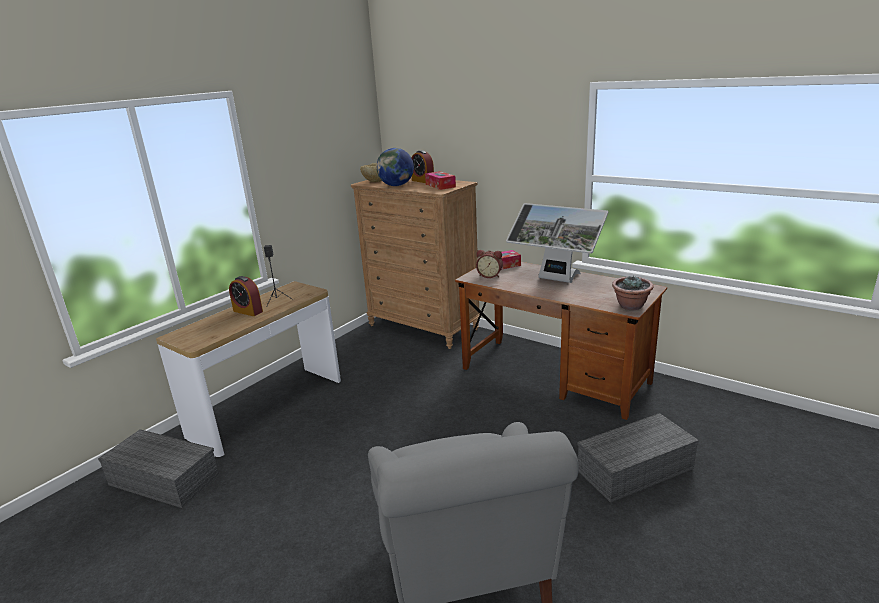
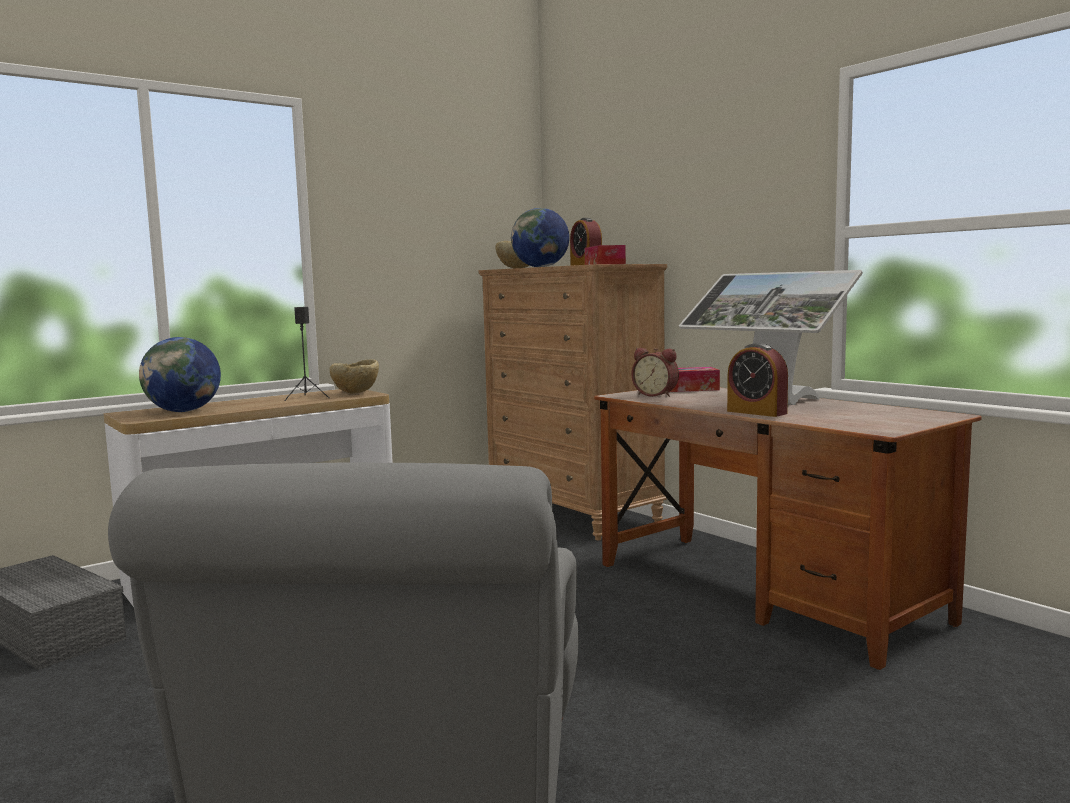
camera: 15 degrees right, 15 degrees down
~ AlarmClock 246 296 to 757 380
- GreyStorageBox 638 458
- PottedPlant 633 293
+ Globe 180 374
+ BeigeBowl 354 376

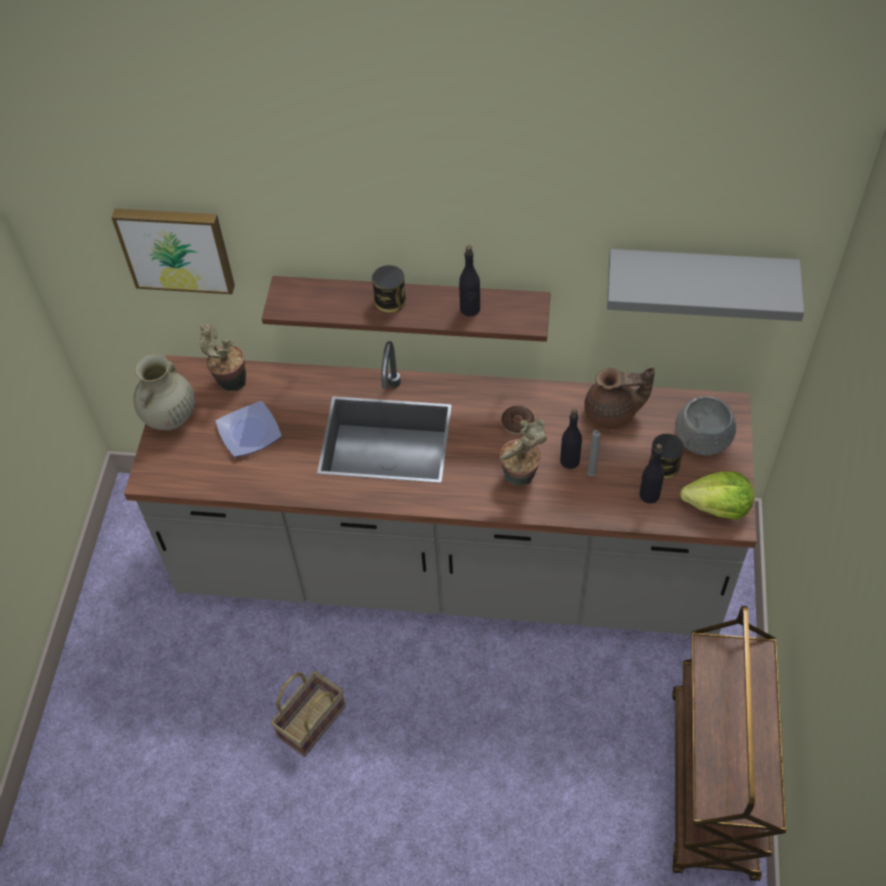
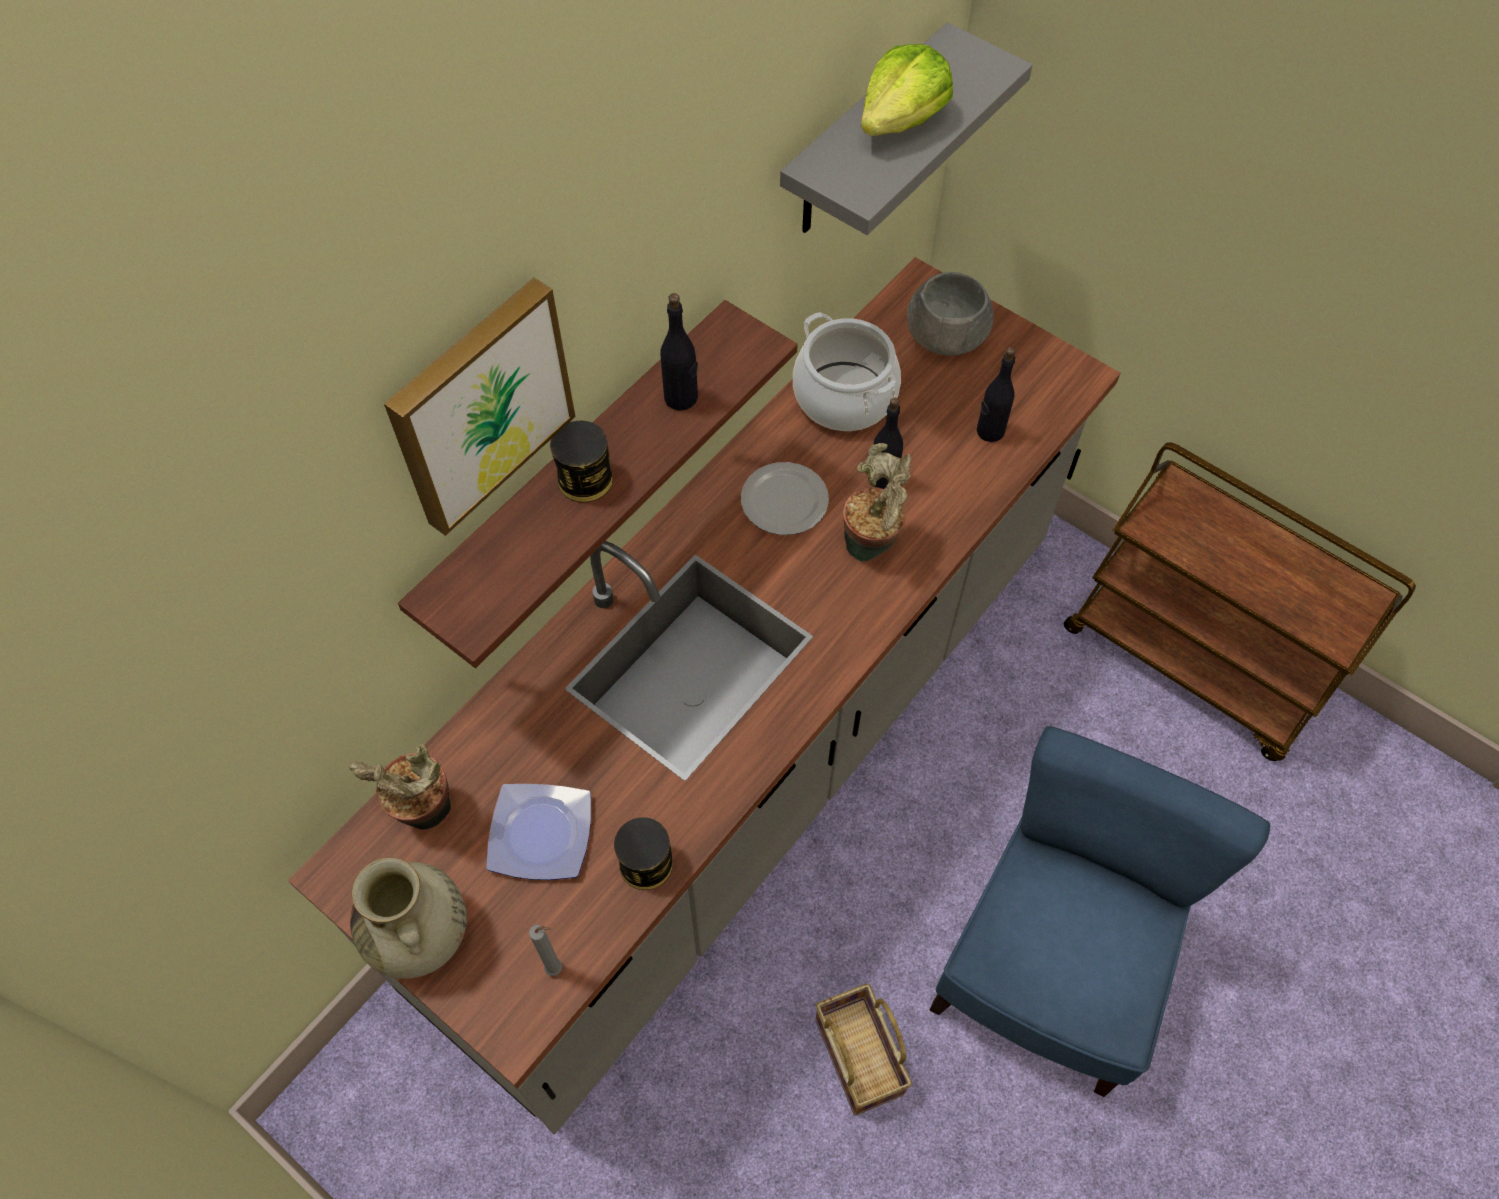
camera: 60 degrees left, 5 degrees up
~ Picture 173 251 to 480 407
~ Donut 517 420 to Plate 785 498
~ BrownTeapot 619 398 to CookingPot 847 371
~ GreyCandle 594 453 to 545 950
~ Can 666 456 to 643 853
~ Lettuce 717 495 to 907 90
+ BlueChair 1100 911

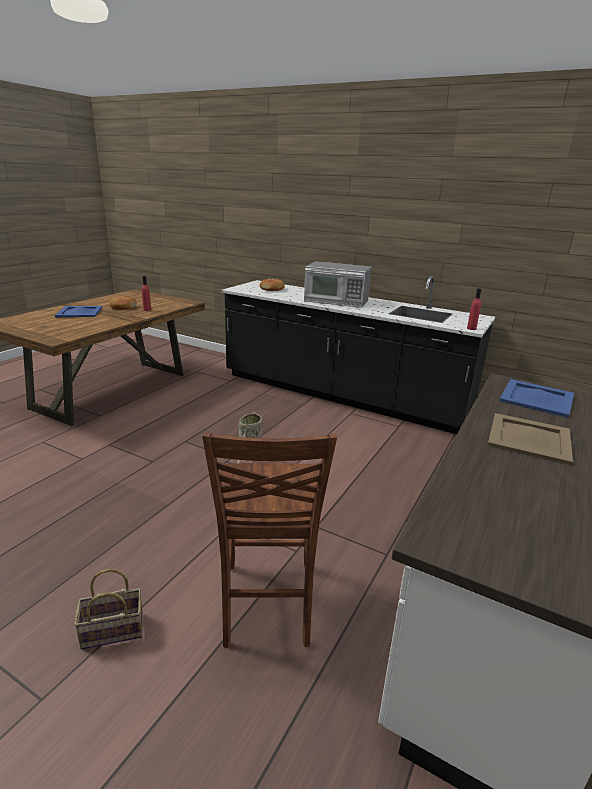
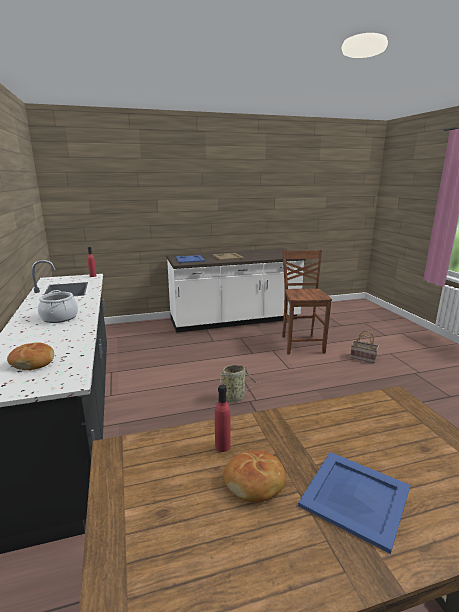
camera: 135 degrees left, 5 degrees down
~ BrownChair 269 540 = 307 302 45 degrees counterclockwise
~ Microwave 338 284 to CookingPot 58 306

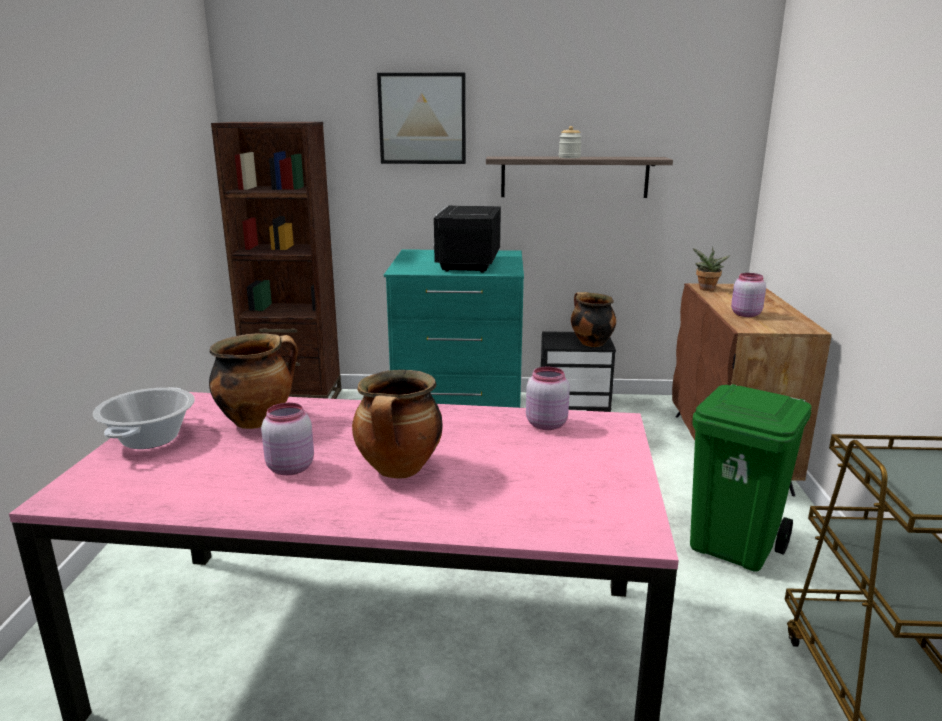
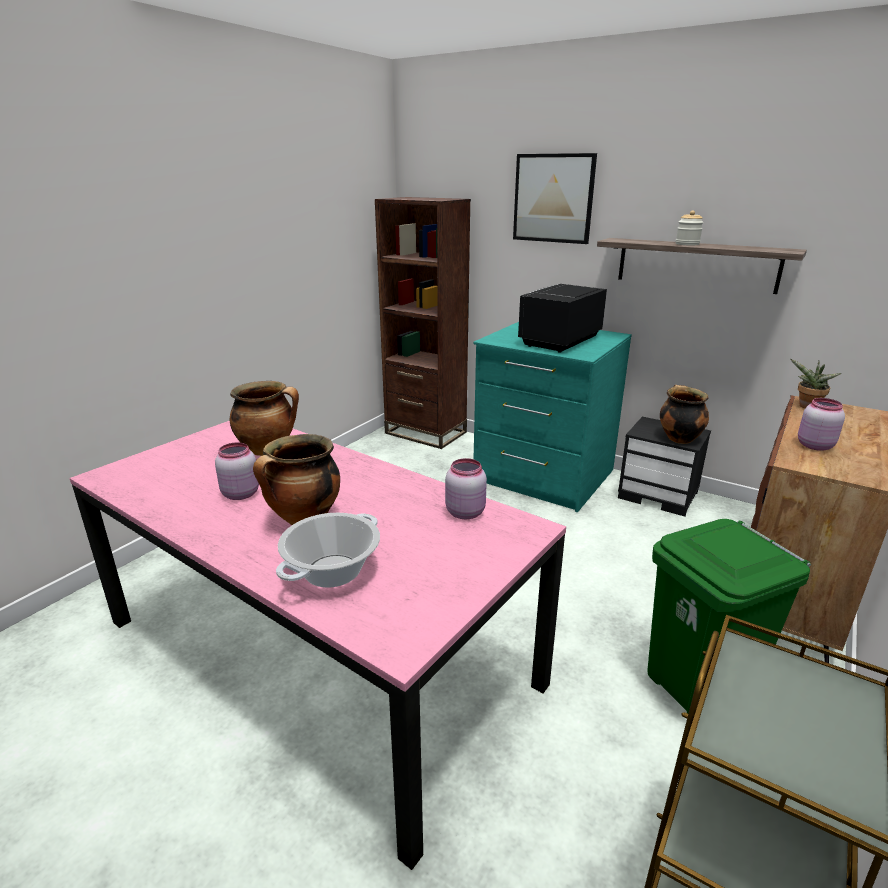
camera: 30 degrees right, 5 degrees up
~ CookingPot 144 418 to 328 550

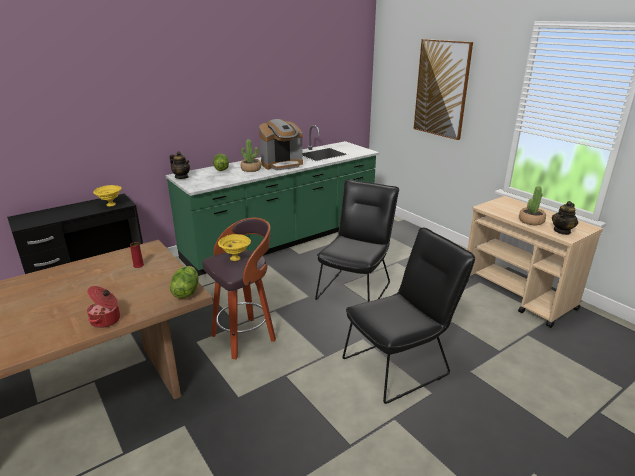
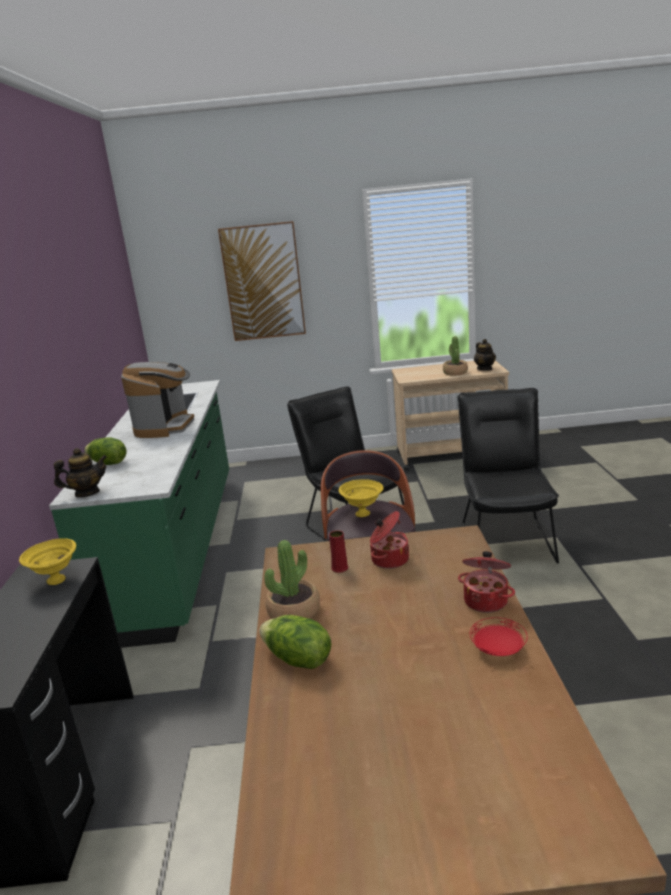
camera: 55 degrees left, 5 degrees down
~ Lettuce 184 282 to 295 642
~ PottedPlant 251 155 to 292 579
+ CookingPot 389 540
+ RedPlate 499 636

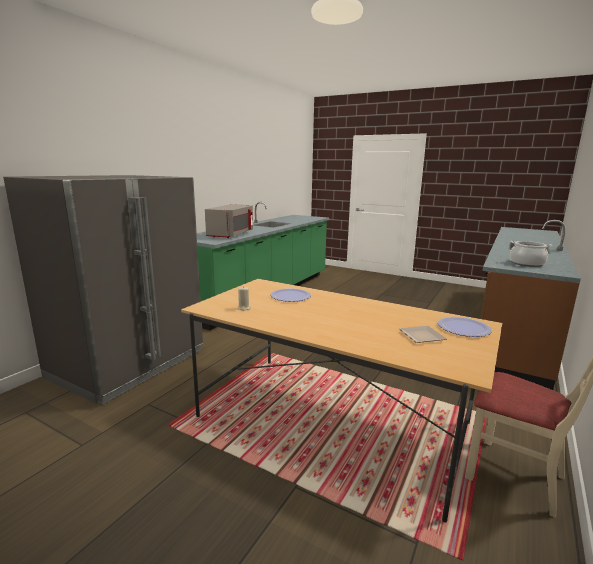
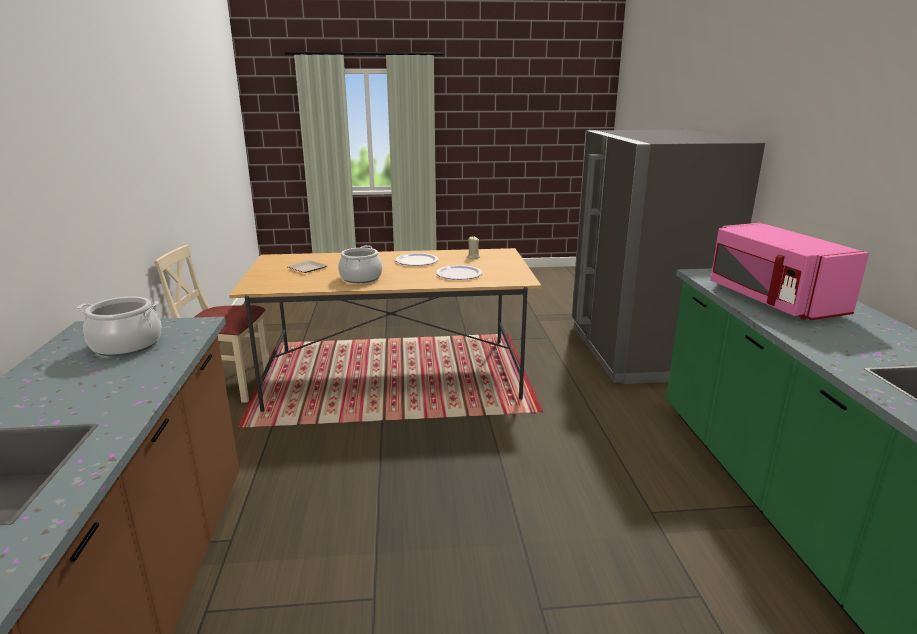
camera: 145 degrees right, 5 degrees up
~ GreyMicrowave 229 221 to PinkMicrowave 790 271
~ Plate 465 327 to 417 259
+ CookingPot 360 264

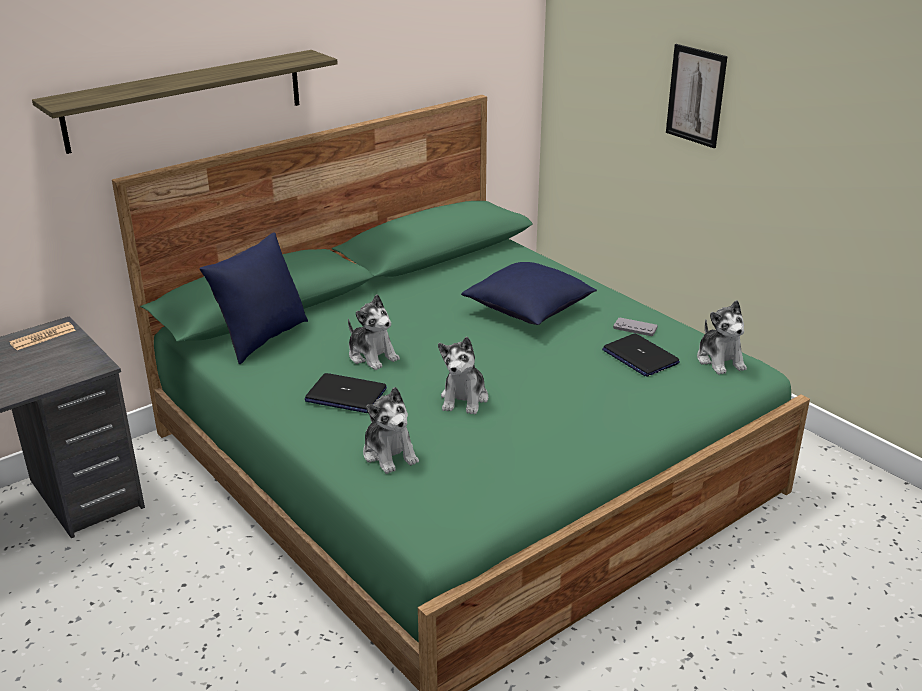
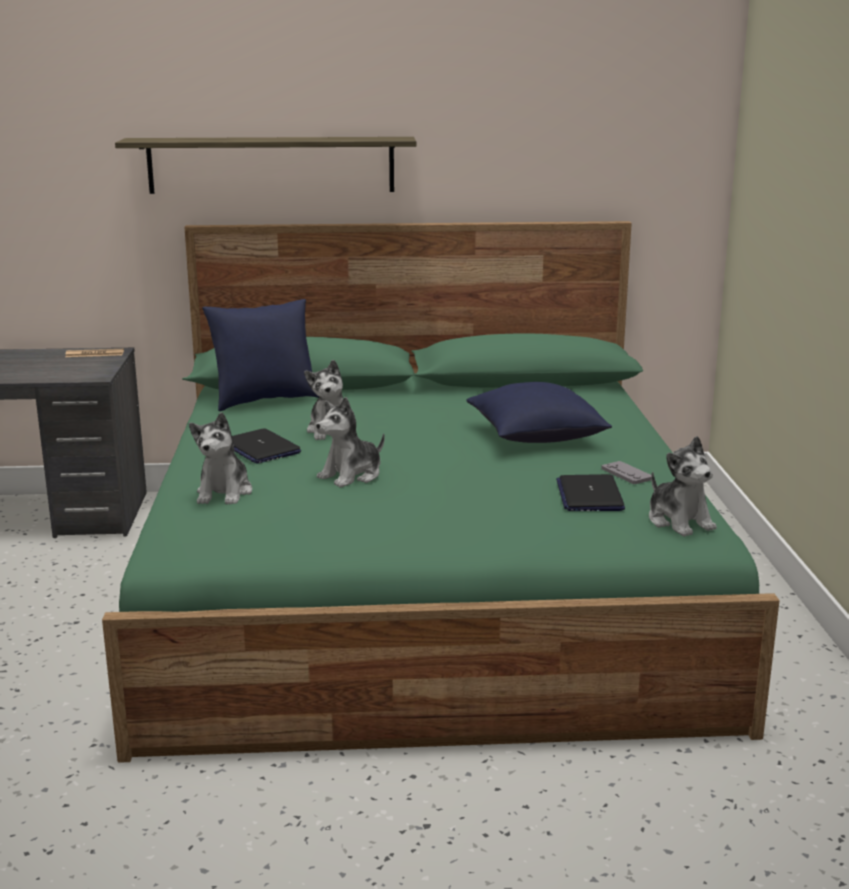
camera: 35 degrees right, 10 degrees down
- Picture 697 96
~ PlushToy 722 337 = 683 486 45 degrees counterclockwise

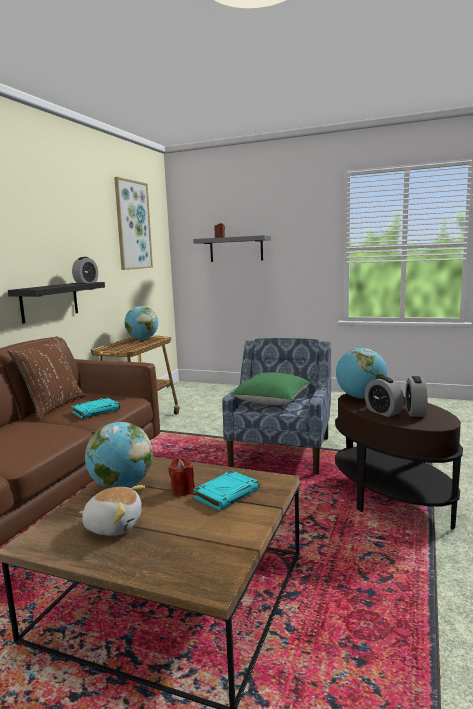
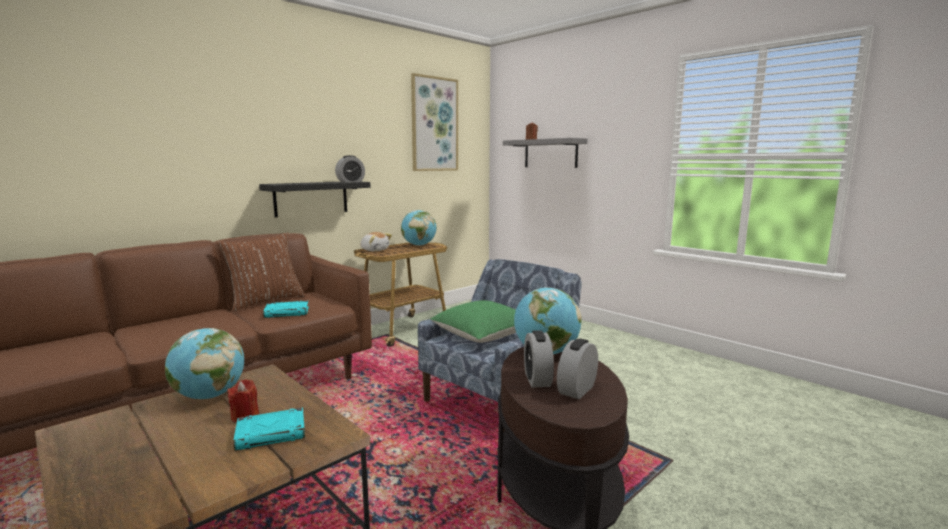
camera: 25 degrees right, 0 degrees up
~ PlushToy 112 510 to 376 241

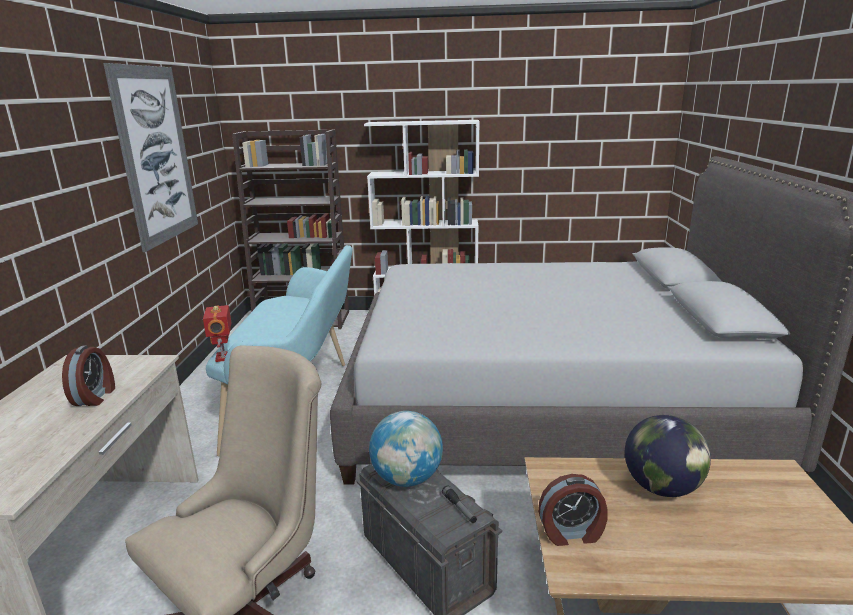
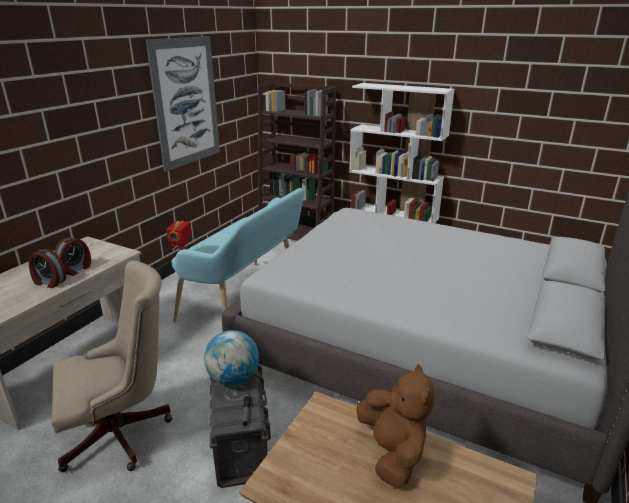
camera: 25 degrees right, 5 degrees up
~ AlarmClock 573 510 to 47 268
~ Globe 668 456 to BrownPlushToy 395 425

